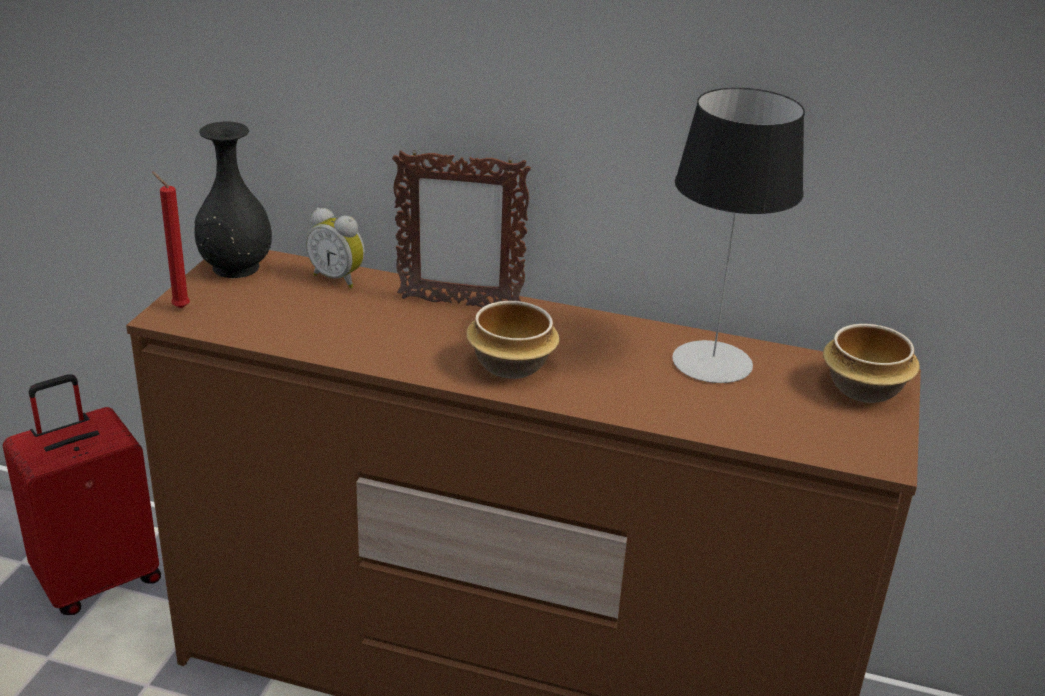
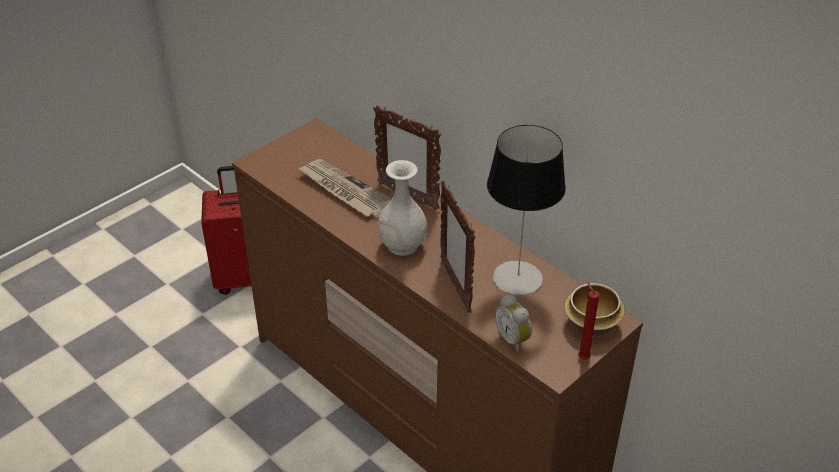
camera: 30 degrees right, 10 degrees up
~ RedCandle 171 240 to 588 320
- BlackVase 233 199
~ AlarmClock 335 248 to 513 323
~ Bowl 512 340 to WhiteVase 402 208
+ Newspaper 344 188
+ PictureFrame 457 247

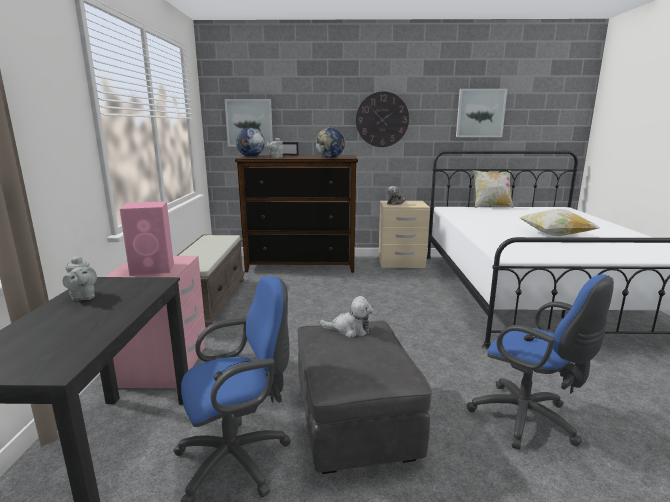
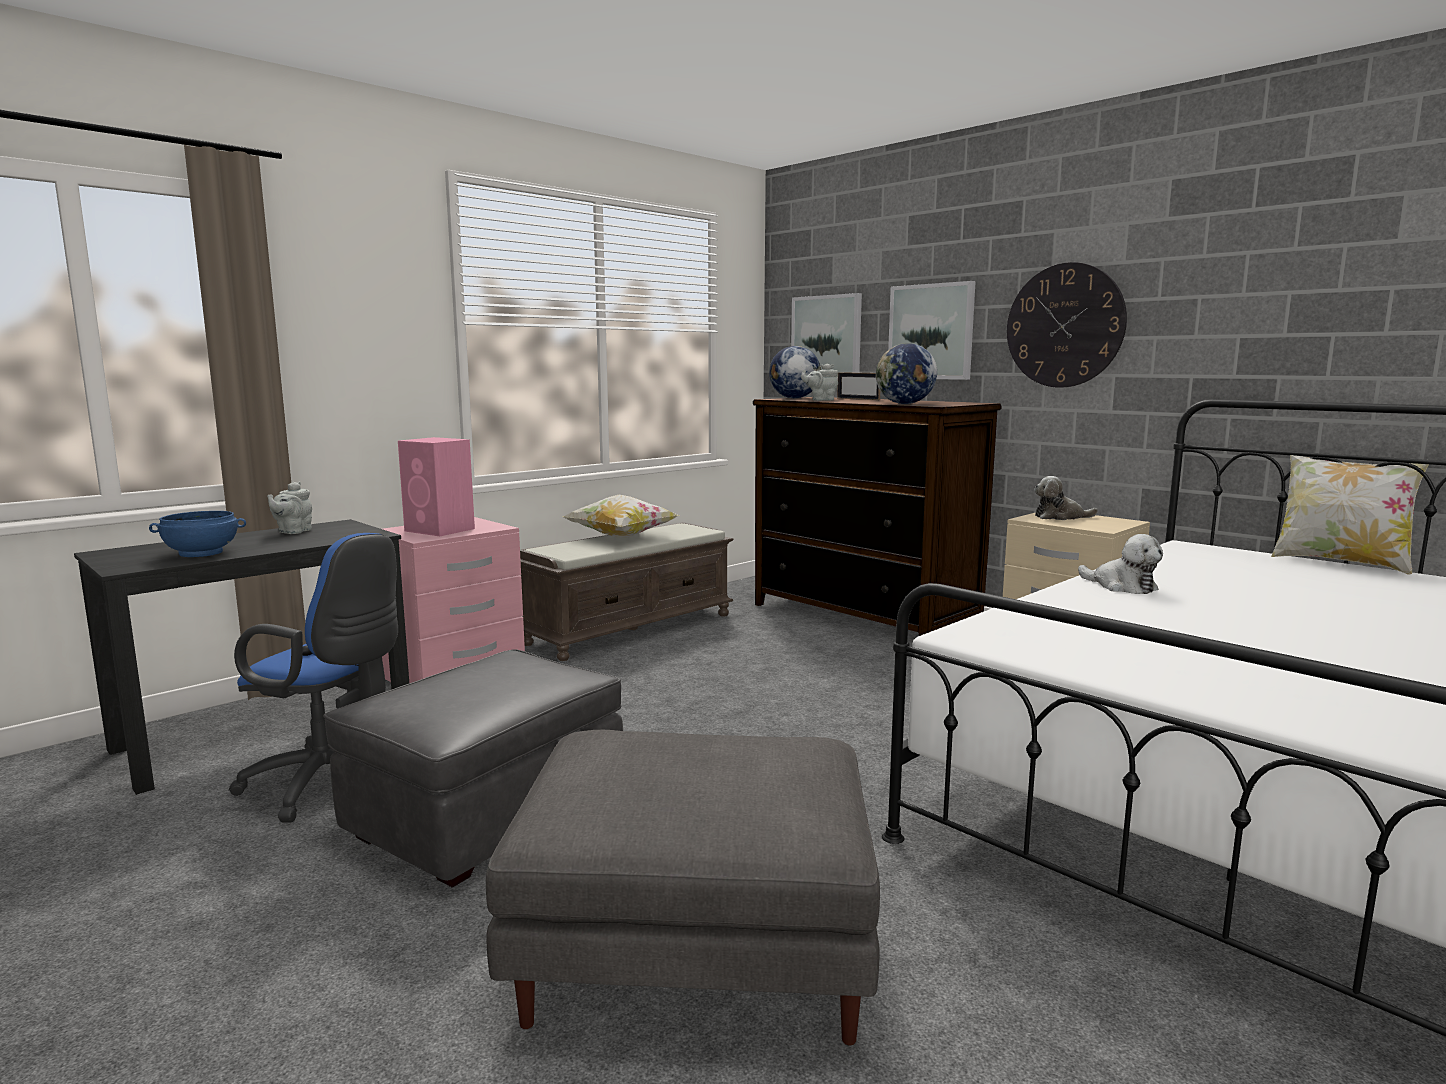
camera: 45 degrees right, 5 degrees down
~ PlushToy 347 317 to 1120 564
~ Picture 481 113 to 932 330
~ BlueOfficeChair 540 362 to GreyOttoman 683 887
~ Pillow 559 222 to 621 516
+ BlueBowl 197 534

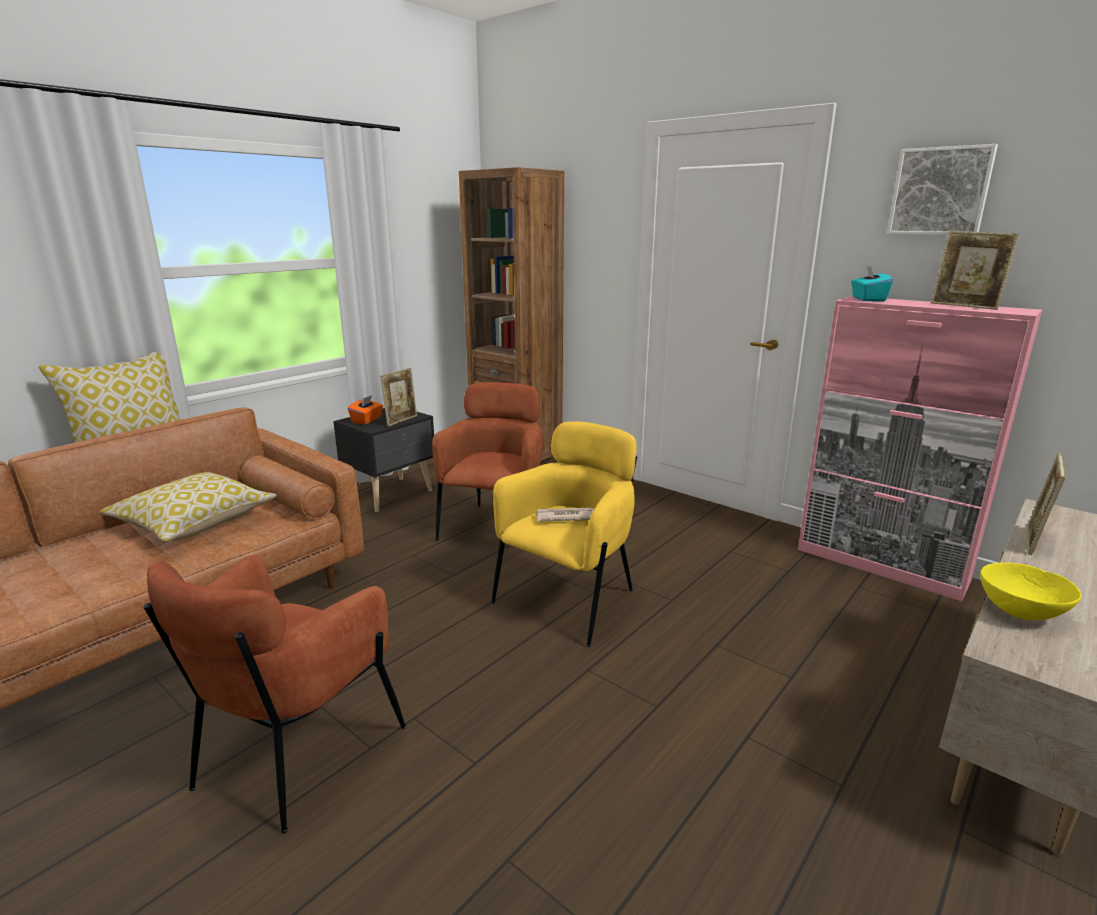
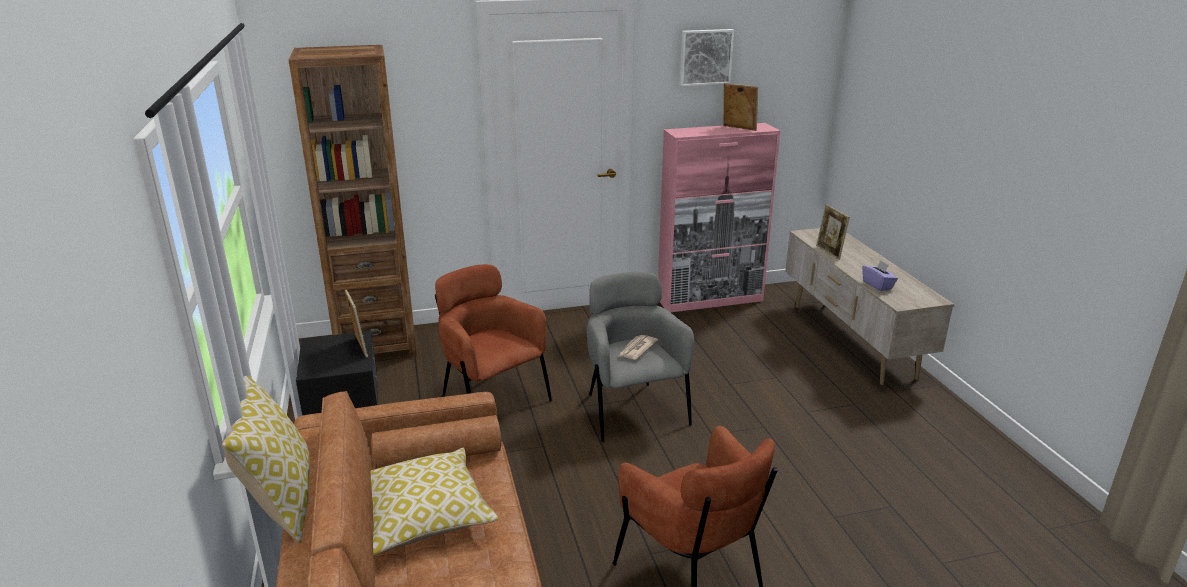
camera: 55 degrees left, 5 degrees up
- OrangeTissueBox 365 409
~ YellowArmchair 564 534 to GreyArmchair 640 357
- TurquoiseTissueBox 872 284
~ PictureFrame 975 270 = 740 107 135 degrees counterclockwise
~ YellowBowl 1030 591 to PurpleTissueBox 880 275

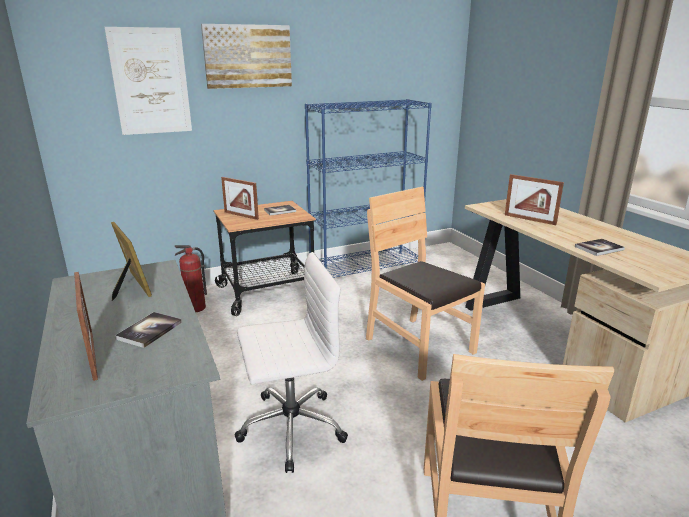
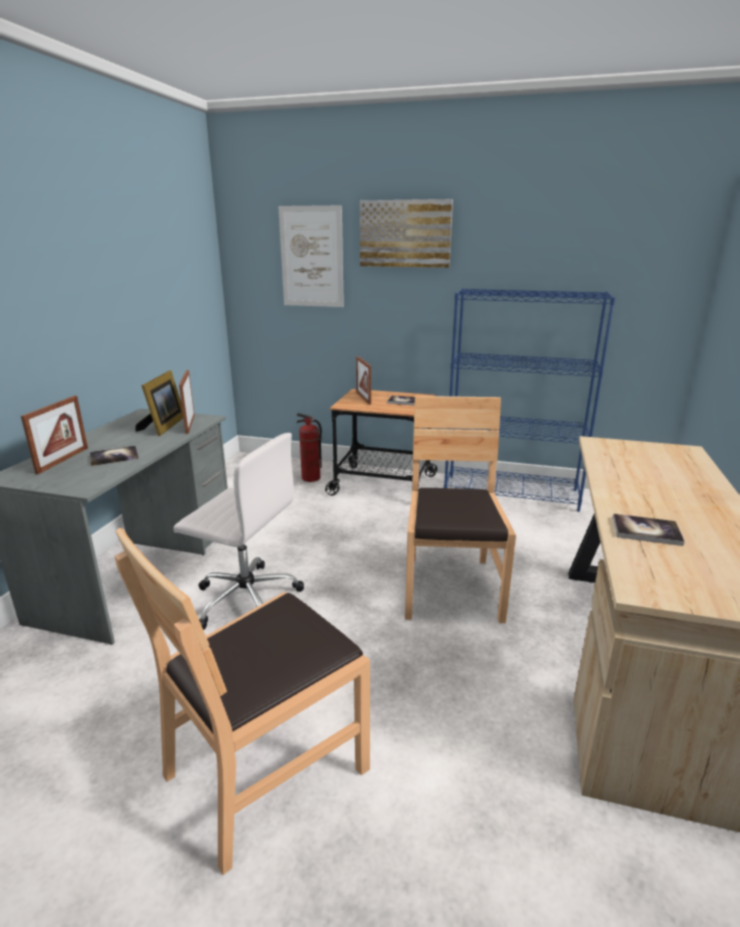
camera: 40 degrees right, 0 degrees up
~ PictureFrame 534 199 to 187 402

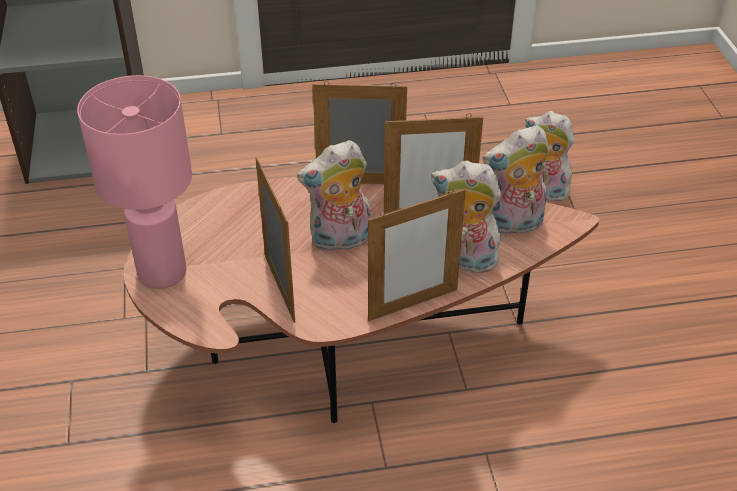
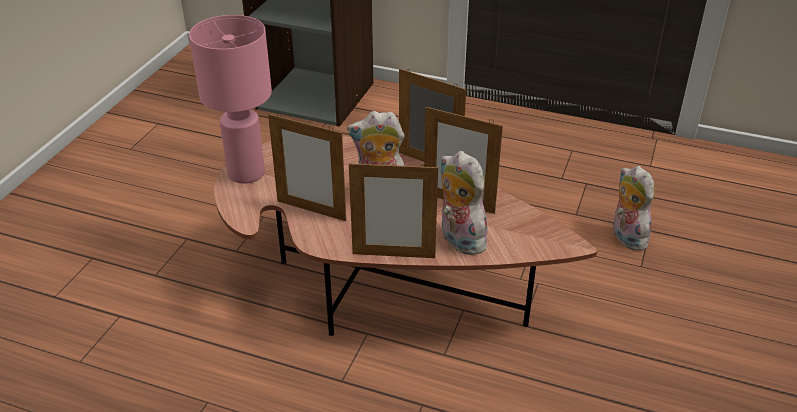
camera: 30 degrees right, 5 degrees down
~ PictureFrame 275 240 = 307 167 105 degrees clockwise
- PlushToy 516 180

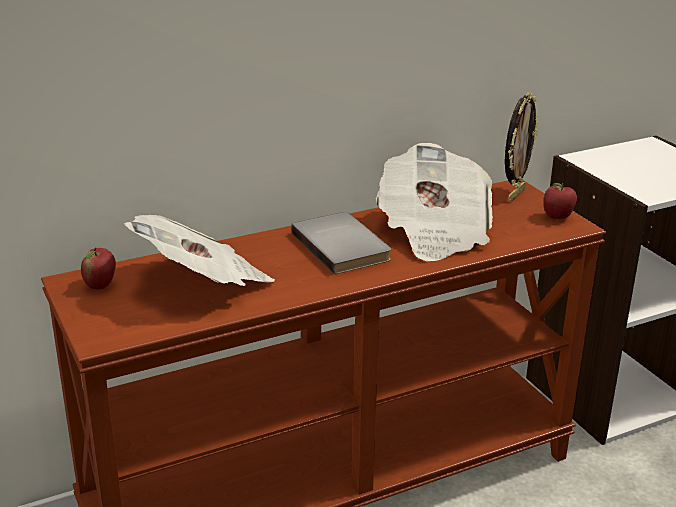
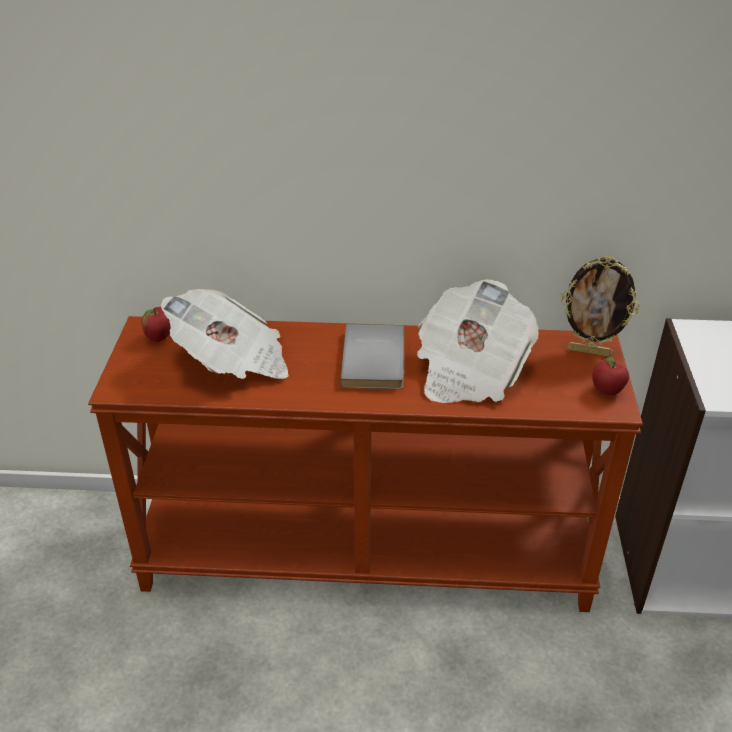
camera: 30 degrees right, 10 degrees up
~ PictureFrame 521 147 = 600 306 45 degrees clockwise

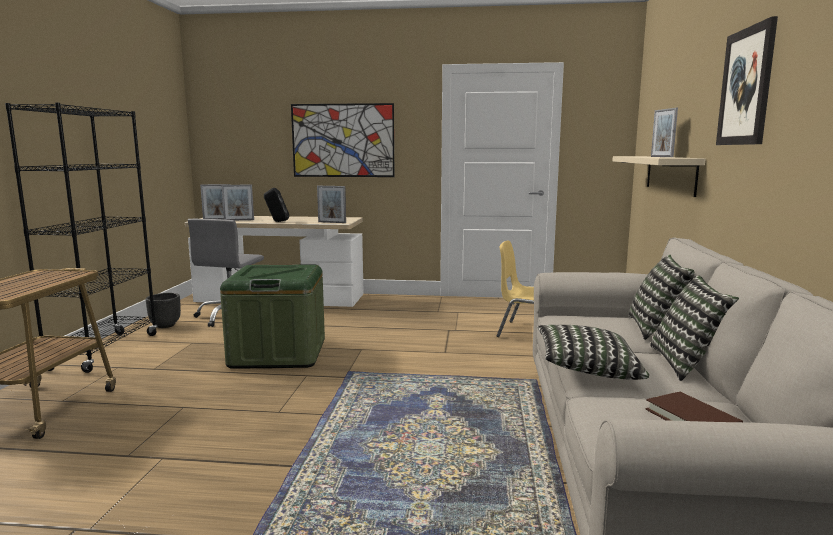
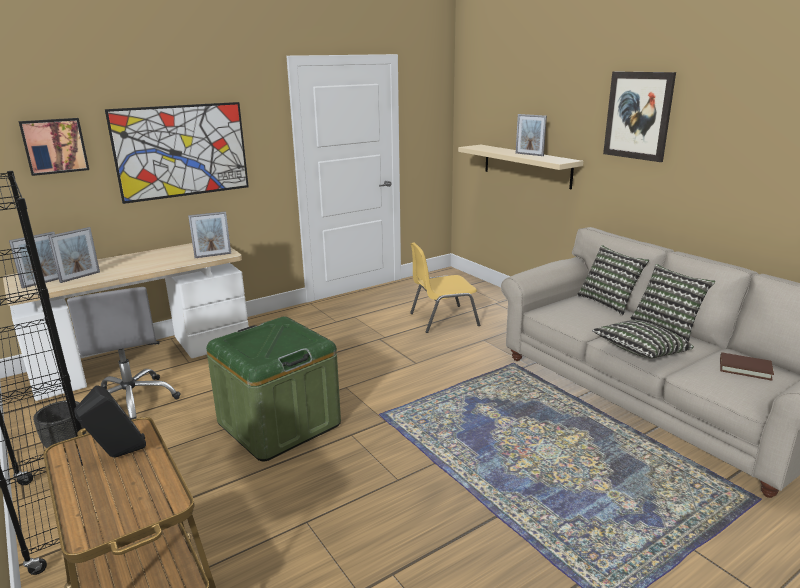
camera: 40 degrees left, 10 degrees up
~ BlackSpeaker 276 205 to 110 422
+ Picture 53 147

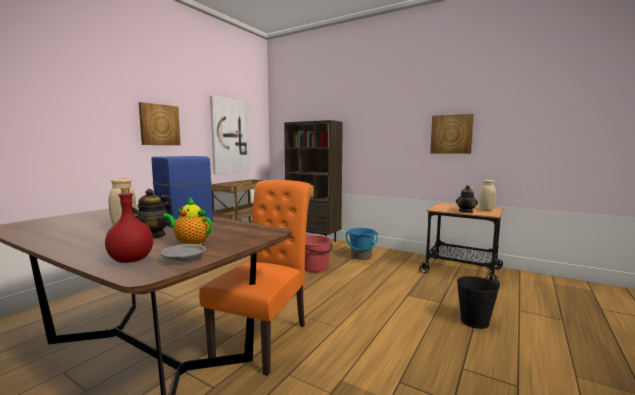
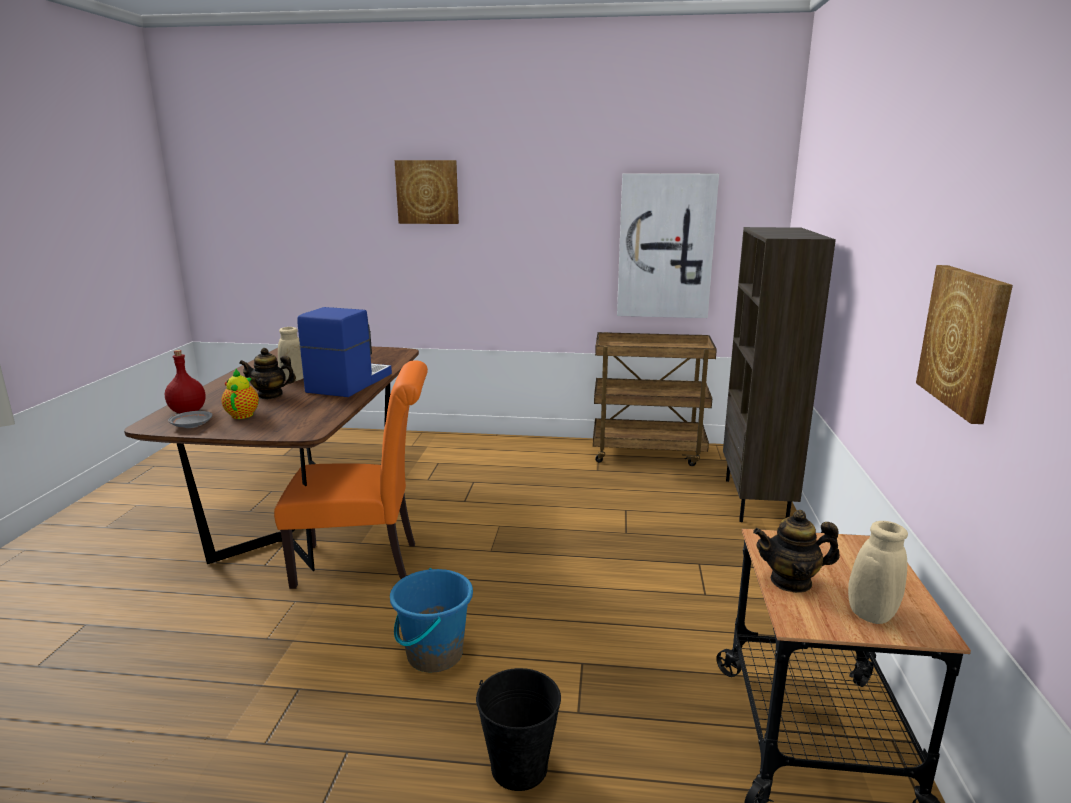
camera: 65 degrees right, 10 degrees up
~ Picture 160 123 to 427 192
- RedBucket 318 253
~ BlueBucket 362 244 to 431 620

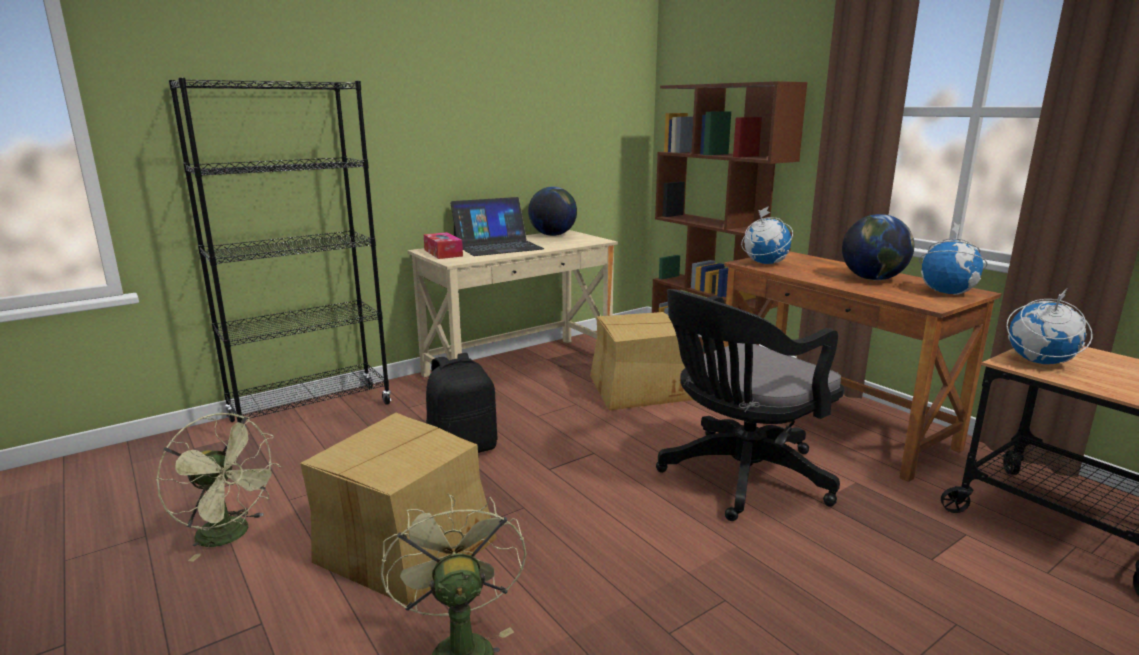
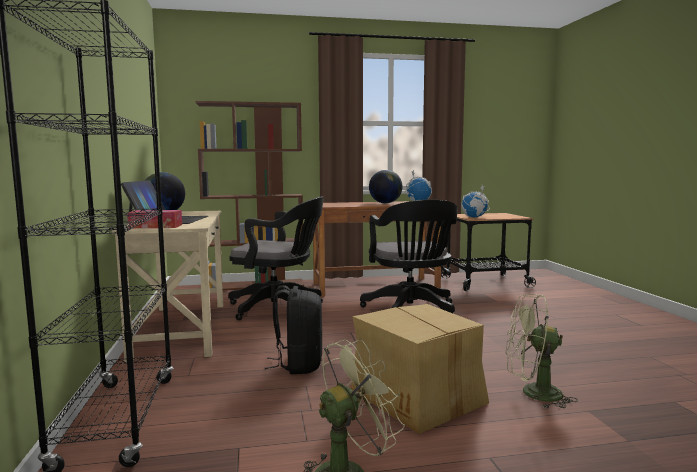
camera: 65 degrees left, 10 degrees down
~ CardboardBox 642 361 to BlackOfficeChair 276 258
- Globe 767 235

